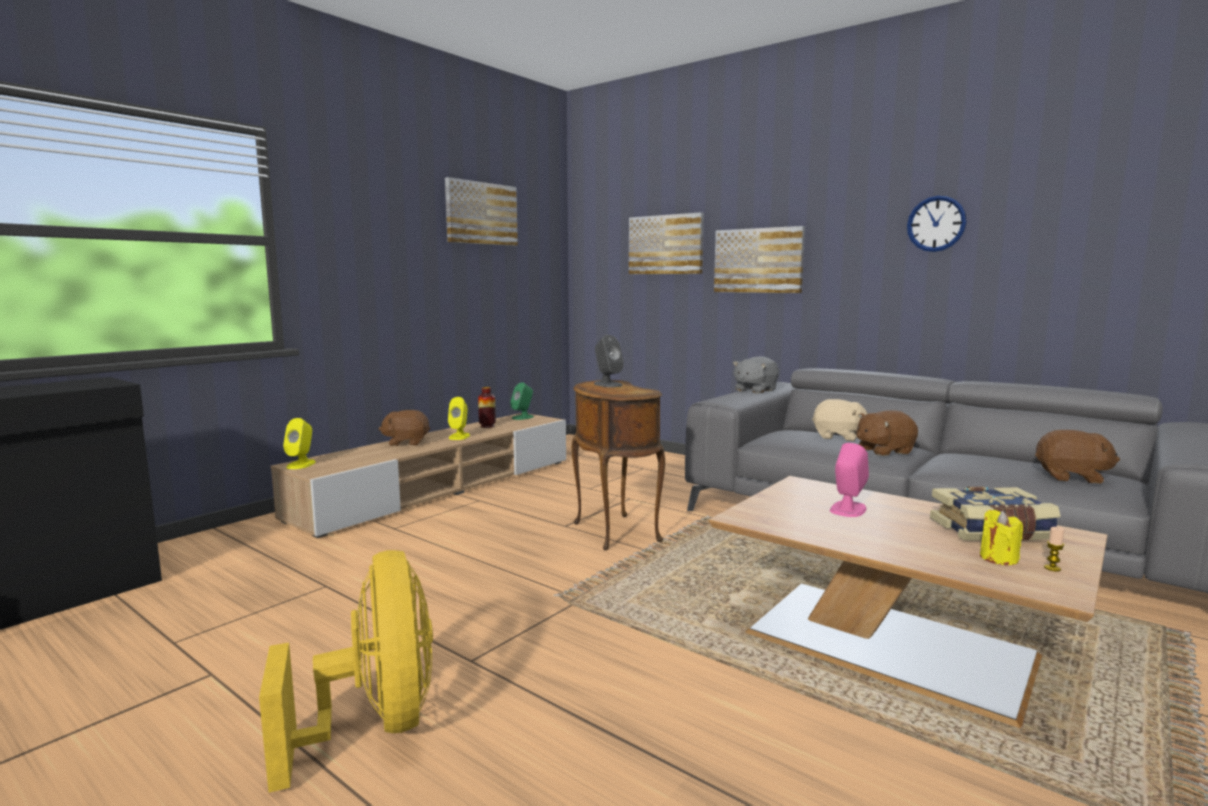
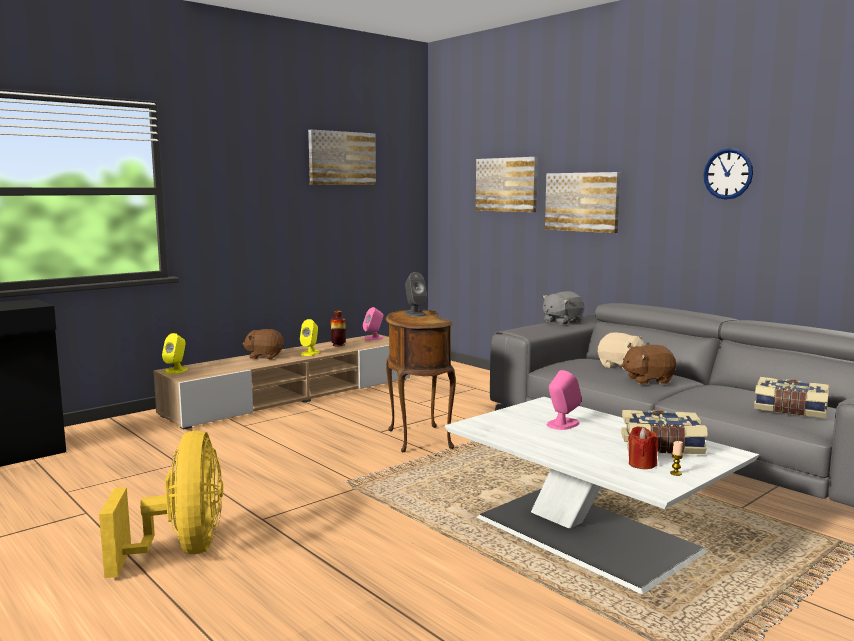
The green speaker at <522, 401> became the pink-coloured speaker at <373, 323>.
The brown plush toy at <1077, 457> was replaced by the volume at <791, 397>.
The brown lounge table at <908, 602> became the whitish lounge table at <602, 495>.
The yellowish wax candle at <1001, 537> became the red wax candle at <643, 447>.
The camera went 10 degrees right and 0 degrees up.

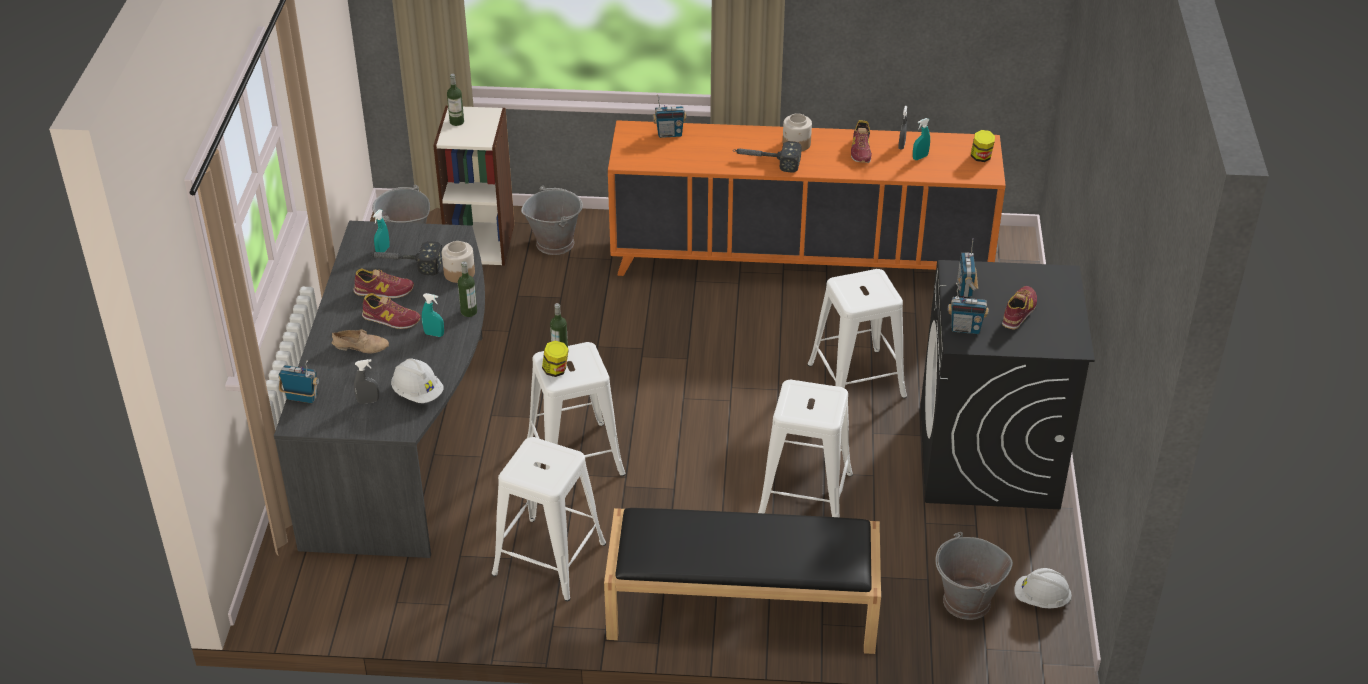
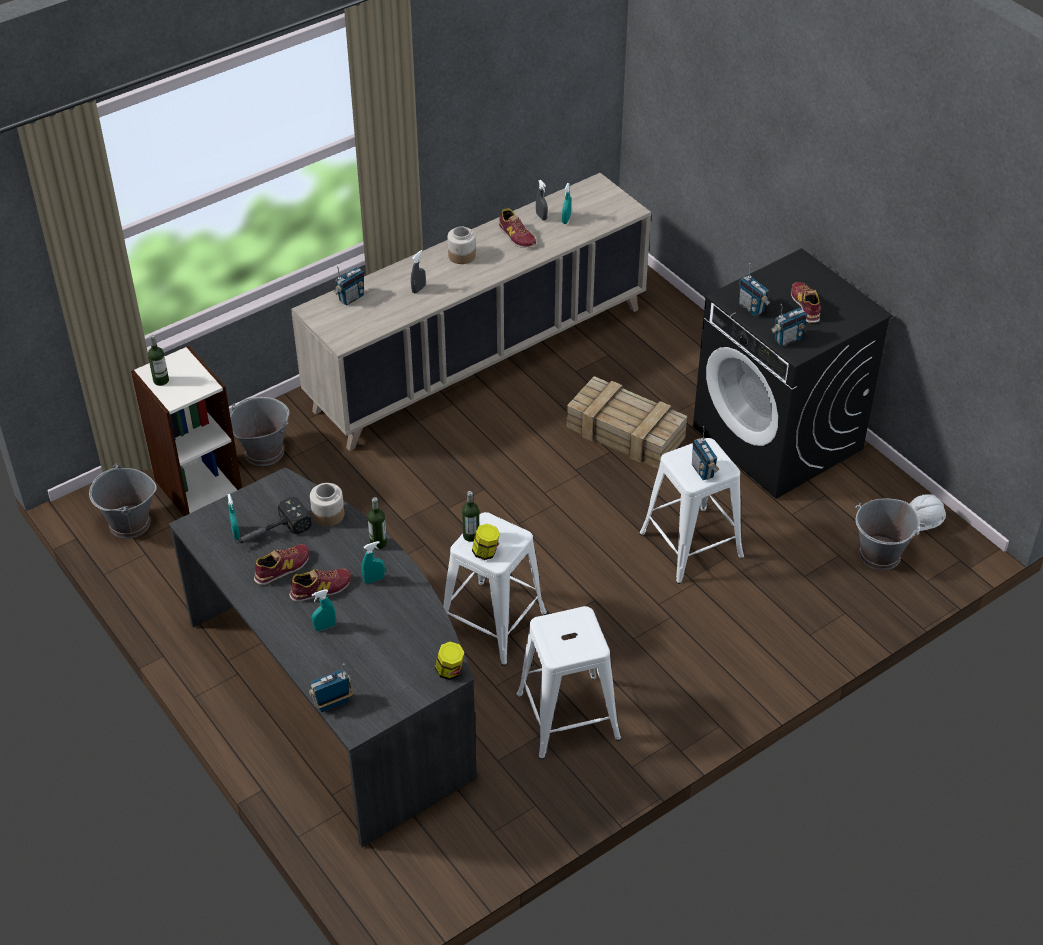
The orangey cabinet at <807, 198> became the beige-coloured cabinet at <471, 312>.
The storage jar moved from <983, 146> to <450, 661>.
The tool hammer at <767, 157> disappeared.
The whitish stool seat at <857, 333> was replaced by the packing crate at <626, 422>.
The beige-coloured shoe at <360, 341> was replaced by the turquoise-coloured sprayer at <324, 610>.
The whitish work helmet at <417, 380> disappeared.
The gray sprayer moved from <366, 381> to <418, 272>.
The blackish long seat at <742, 581> disappeared.
The radio receiver at <706, 453> appeared.
The camera went 40 degrees left and 5 degrees up.

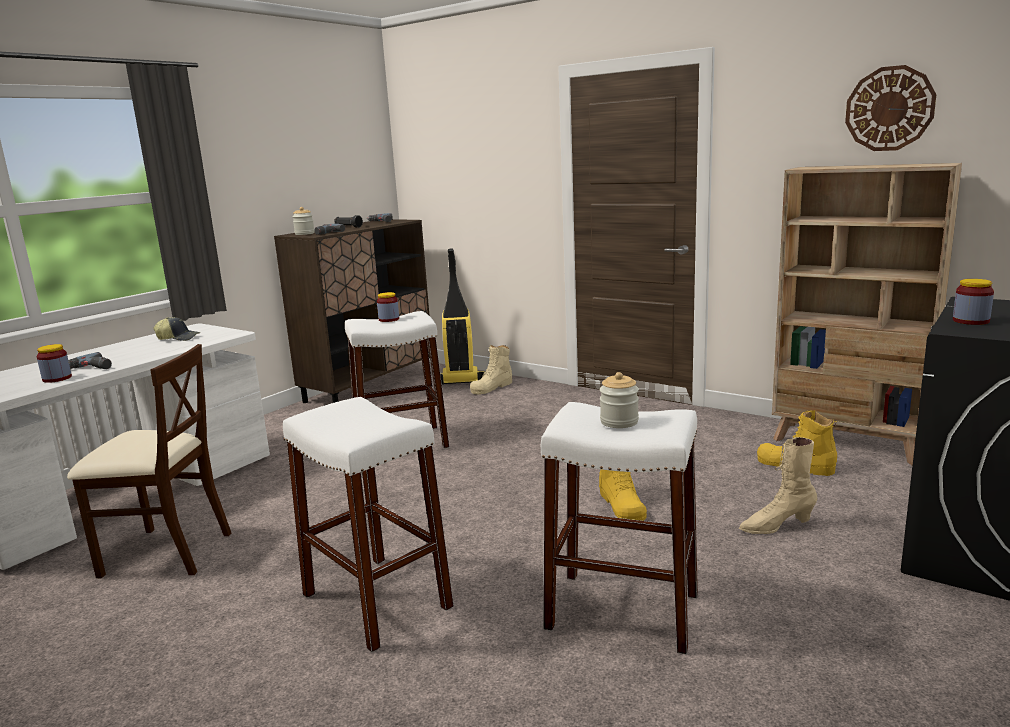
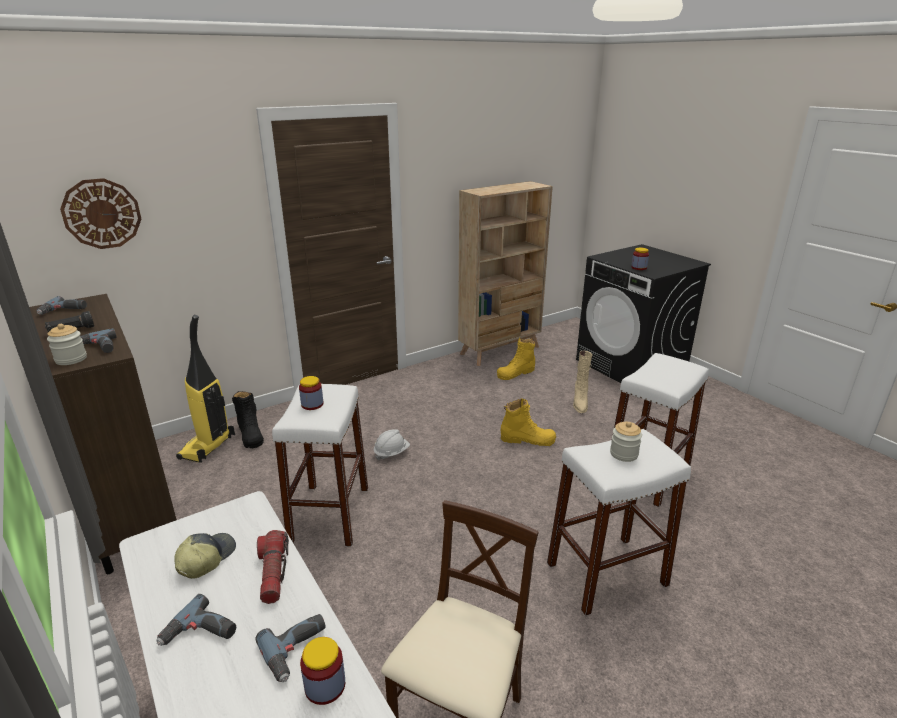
The wall clock moved from <890, 108> to <100, 213>.
The beige-coloured boot at <491, 370> became the blackish boot at <248, 419>.
The storage jar moved from <619, 400> to <626, 442>.
The whitish work helmet at <392, 444> appeared.
The flashlight at <273, 567> appeared.
The drill at <196, 620> appeared.
The camera went 70 degrees left and 10 degrees up.

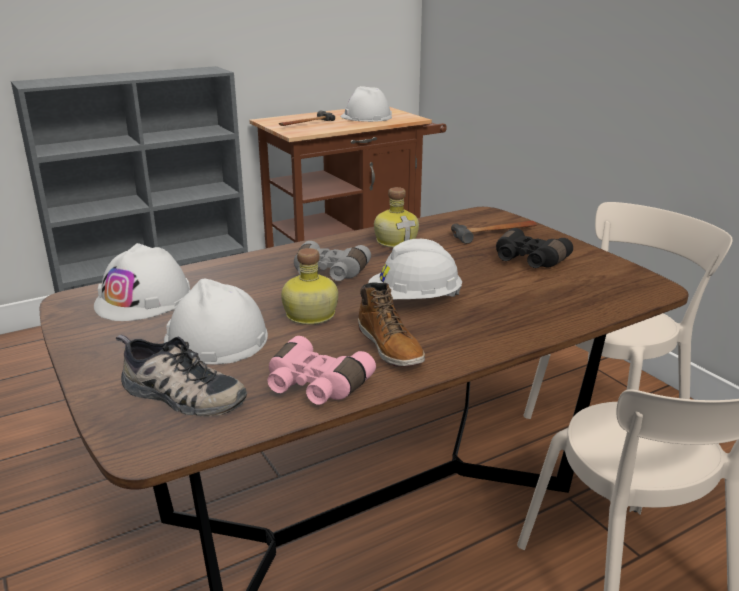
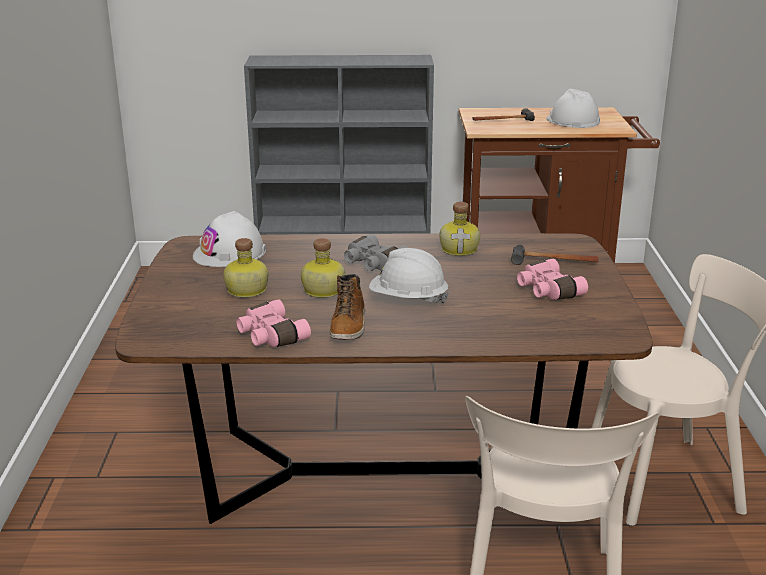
The blackish binoculars at <534, 248> became the pink-coloured binoculars at <552, 279>.
The whitish work helmet at <216, 321> was replaced by the beverage bottle at <245, 268>.
The shoe at <181, 375> disappeared.
The camera went 30 degrees right and 0 degrees up.

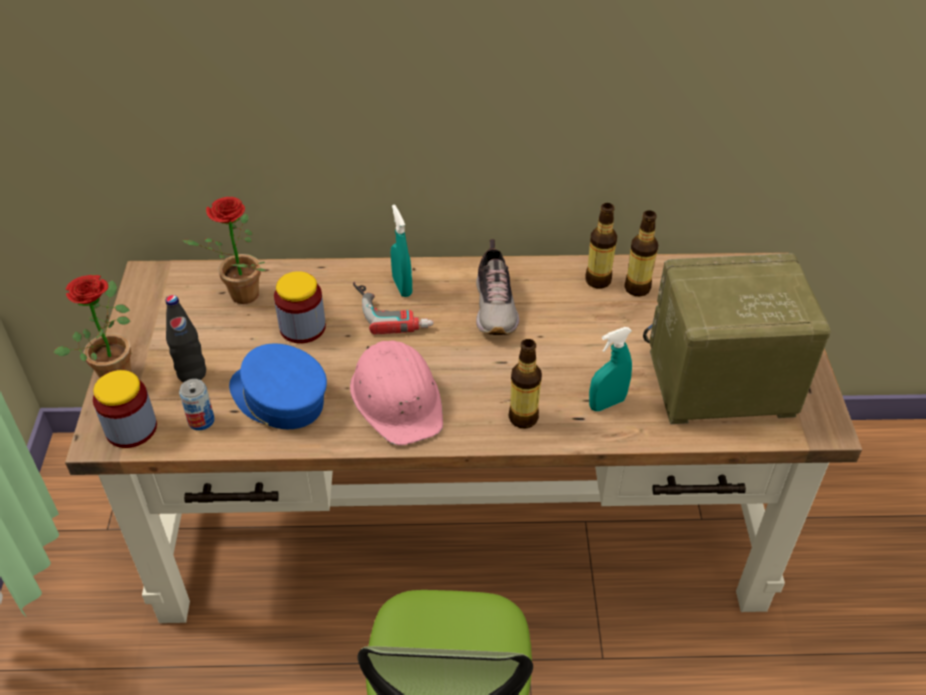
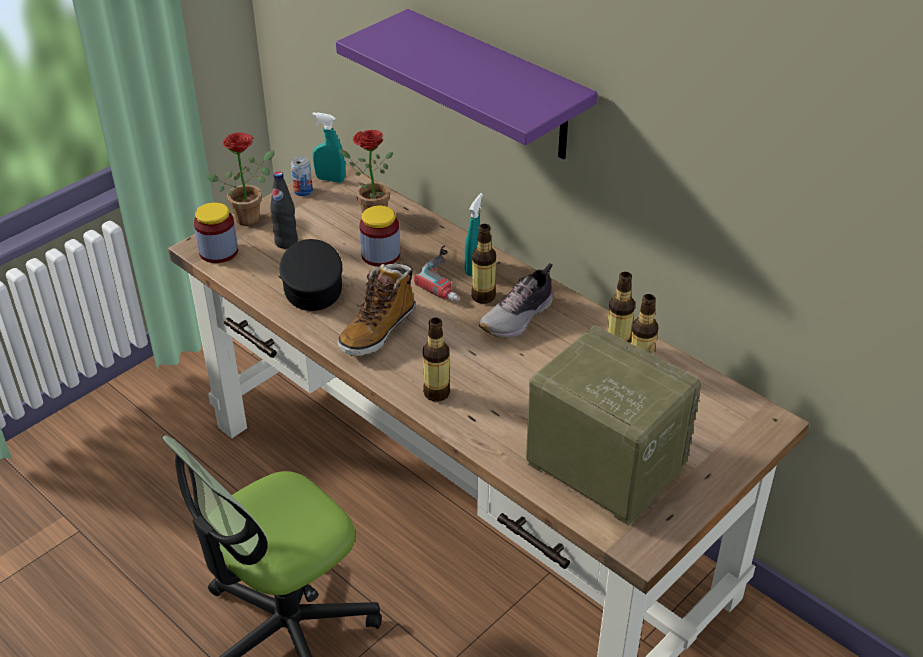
The turquoise-coloured sprayer moved from <610, 369> to <328, 147>.
The pink-coloured work helmet at <396, 393> was replaced by the boot at <376, 309>.
The blue cap at <278, 386> became the blackish cap at <311, 275>.
The sealed can moved from <196, 404> to <302, 176>.
The purple-coloured bracket shelf at <466, 84> appeared.
The beverage bottle at <483, 264> appeared.
The camera went 45 degrees right and 5 degrees down.

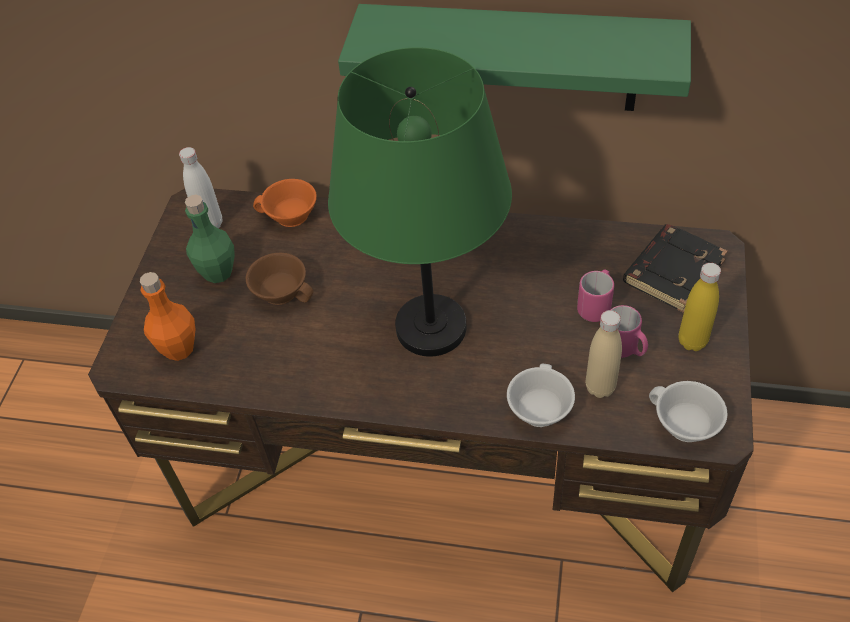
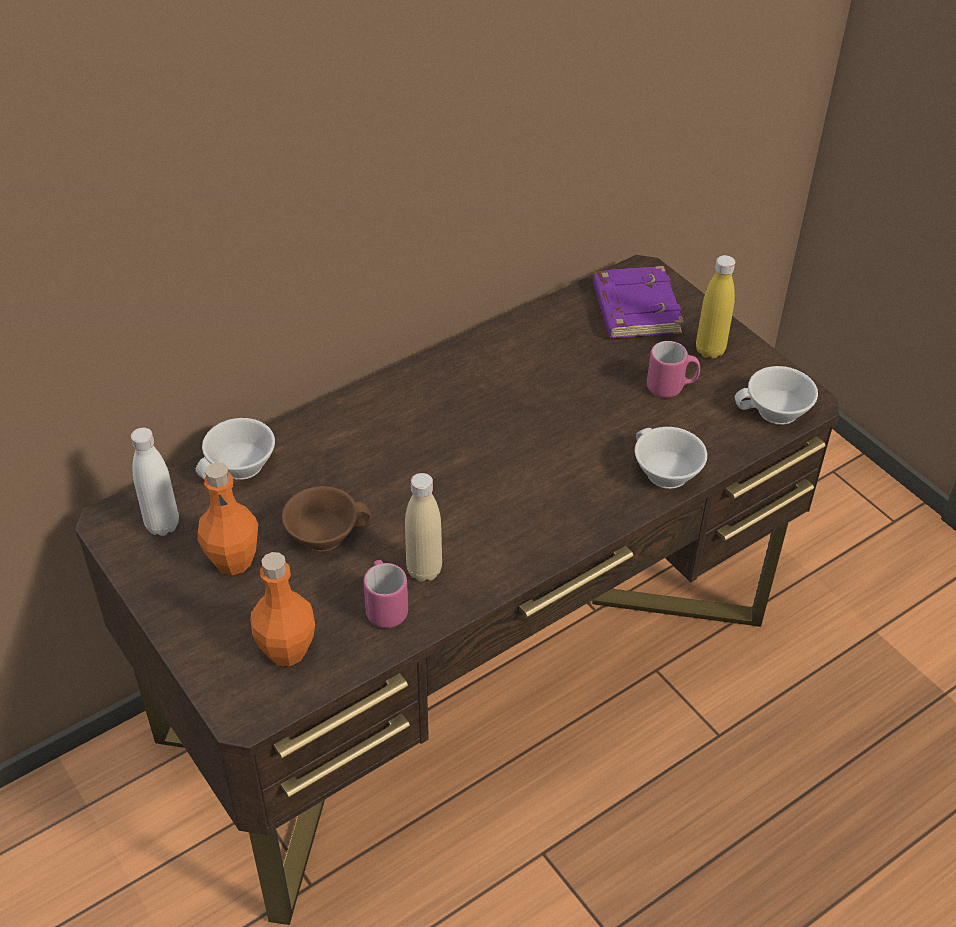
The green bracket shelf at <514, 57> disappeared.
The green table lamp at <420, 202> disappeared.
The orangey cup at <285, 203> became the whitish cup at <235, 449>.
The green beverage bottle at <210, 239> became the orangey beverage bottle at <227, 518>.
The blackish volume at <675, 268> became the purple-coloured volume at <638, 302>.
The pink-coloured mug moved from <595, 296> to <385, 594>.
The beige-coloured beverage bottle moved from <604, 354> to <423, 527>.
The camera went 50 degrees left and 5 degrees down.

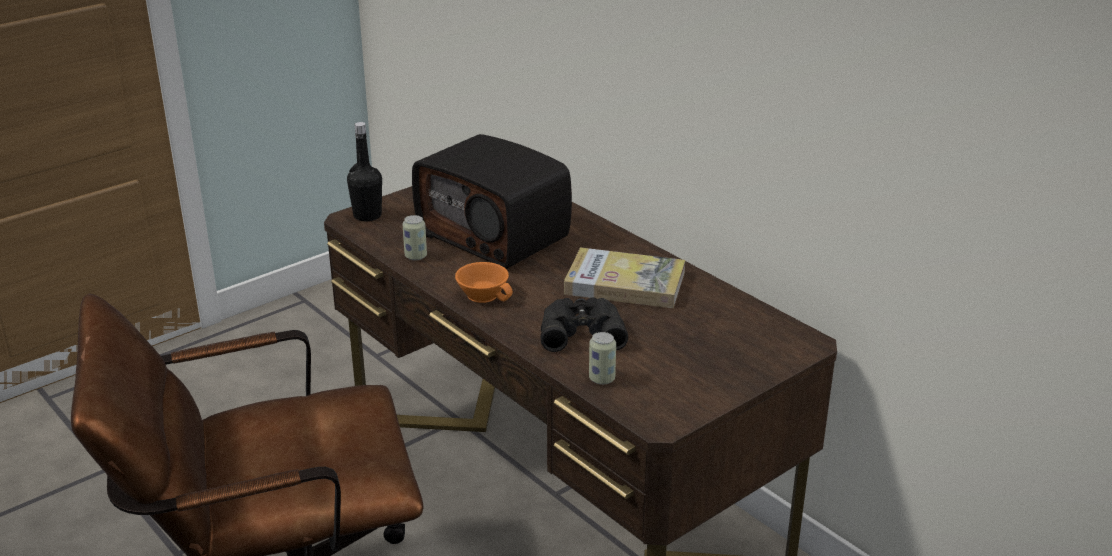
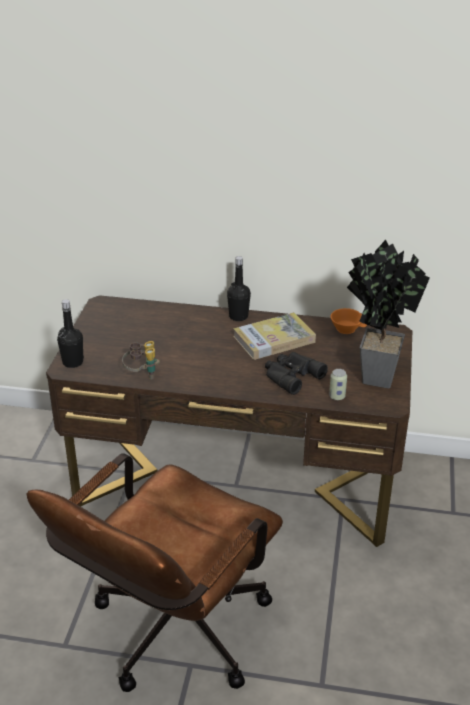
The radio receiver at <492, 201> disappeared.
The sealed can at <414, 237> was replaced by the binoculars at <141, 360>.
The orangey cup moved from <484, 282> to <348, 321>.
The plant in a pot at <388, 314> appeared.
The blackish beverage bottle at <239, 288> appeared.
The camera went 40 degrees left and 5 degrees up.

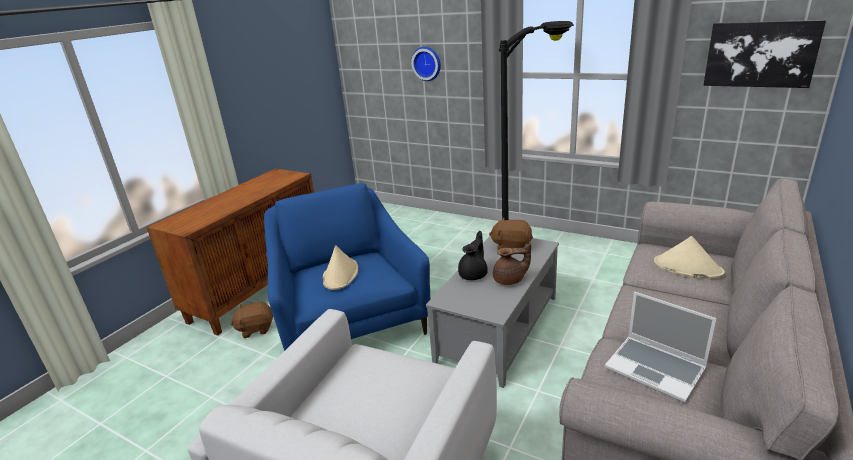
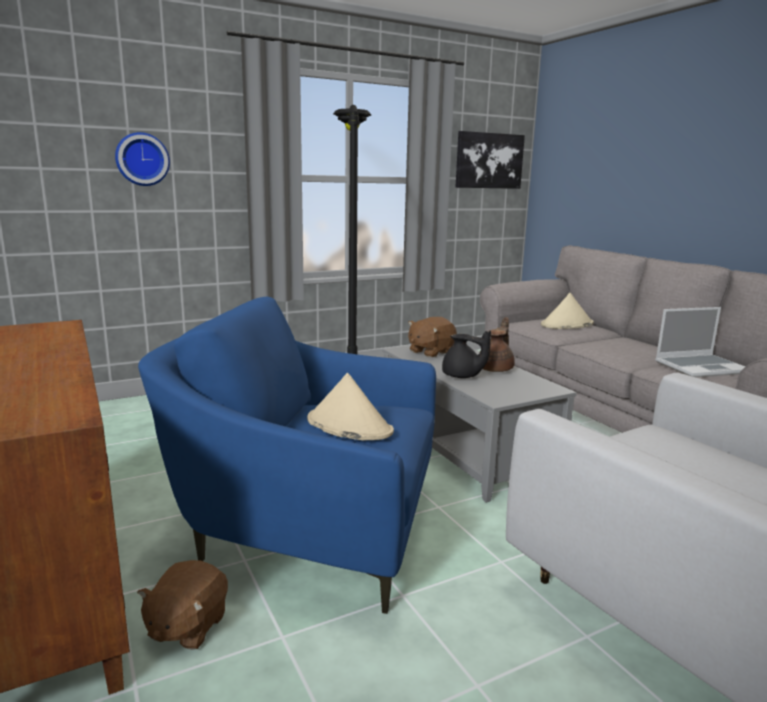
The blackish tea pot at <473, 255> turned 150 degrees clockwise.
The camera went 60 degrees left and 10 degrees down.

